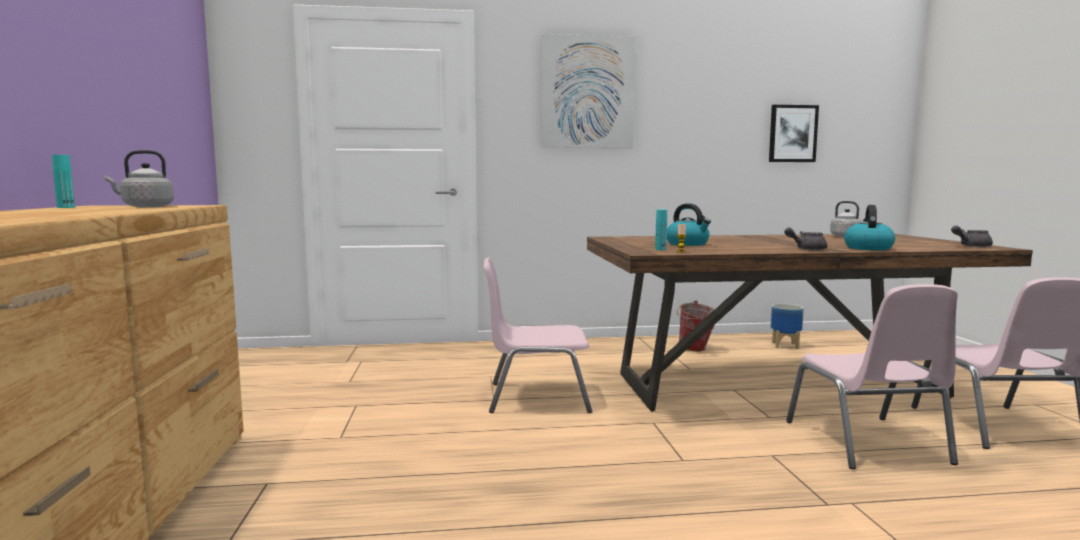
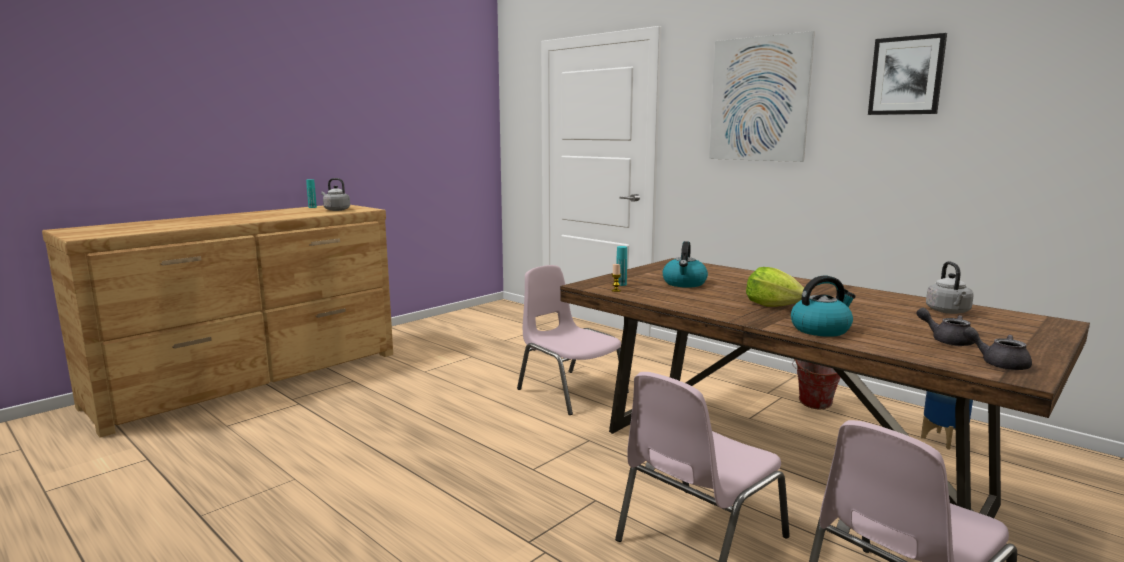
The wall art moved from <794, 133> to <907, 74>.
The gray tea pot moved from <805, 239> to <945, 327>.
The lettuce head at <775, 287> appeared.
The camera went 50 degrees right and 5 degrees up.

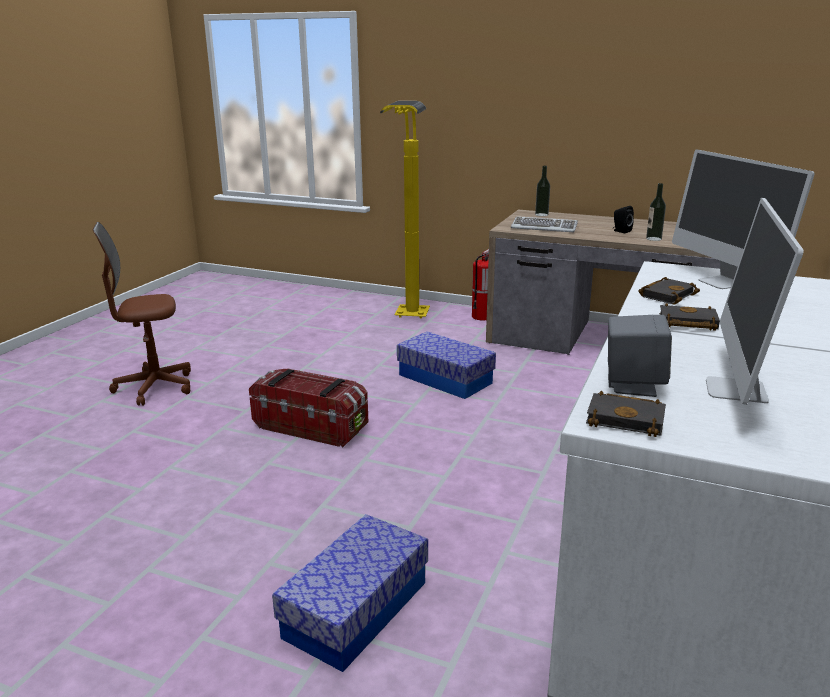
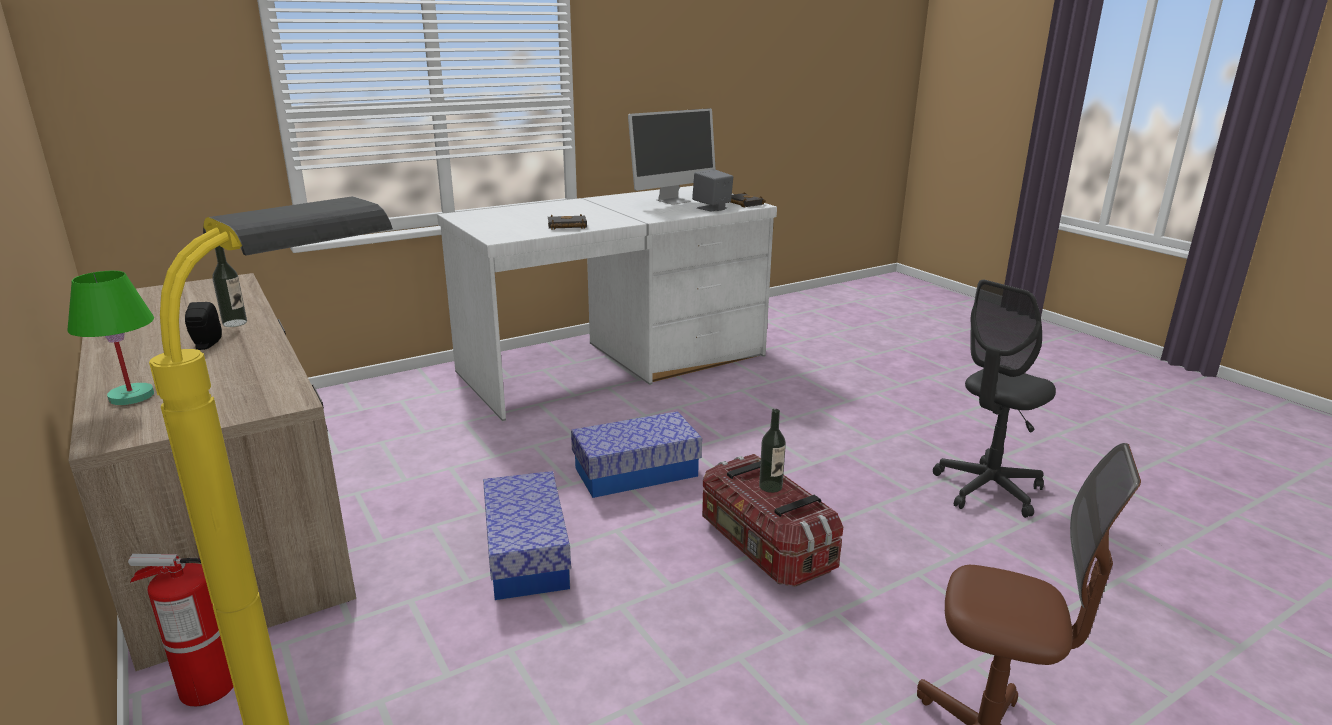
The computer screen at <743, 219> disappeared.
The beverage bottle moved from <542, 191> to <772, 451>.
The computer keyboard at <544, 224> disappeared.
The blackish volume at <689, 317> disappeared.
The storage container moved from <350, 593> to <636, 454>.
The green table lamp at <110, 338> appeared.
The gray office chair at <994, 399> appeared.
The camera went 145 degrees left and 0 degrees up.

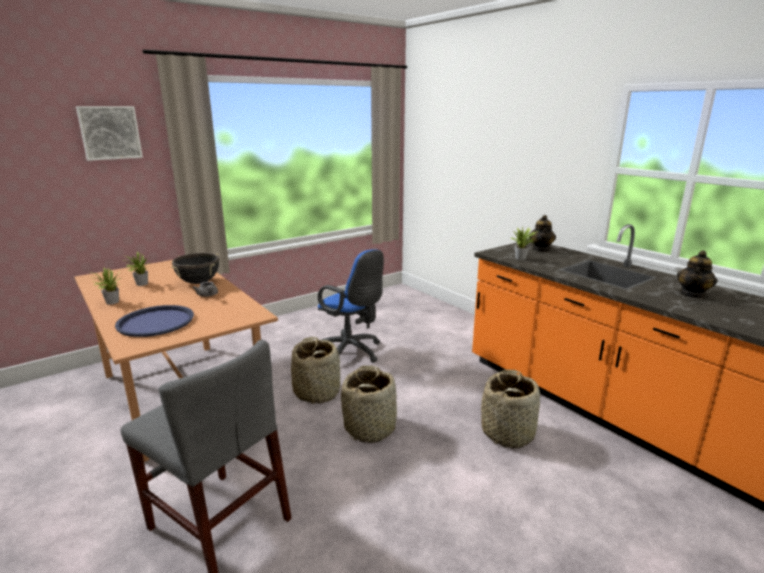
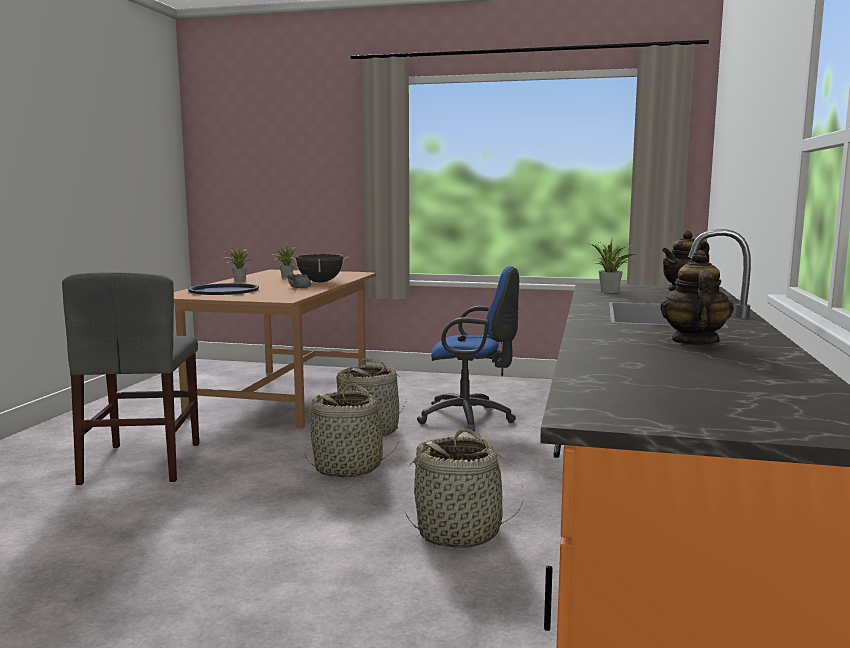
The wall art at <109, 133> disappeared.
The blue office chair at <351, 306> turned 75 degrees counterclockwise.
The tea pot at <697, 274> turned 105 degrees clockwise.
The camera went 50 degrees right and 10 degrees down.

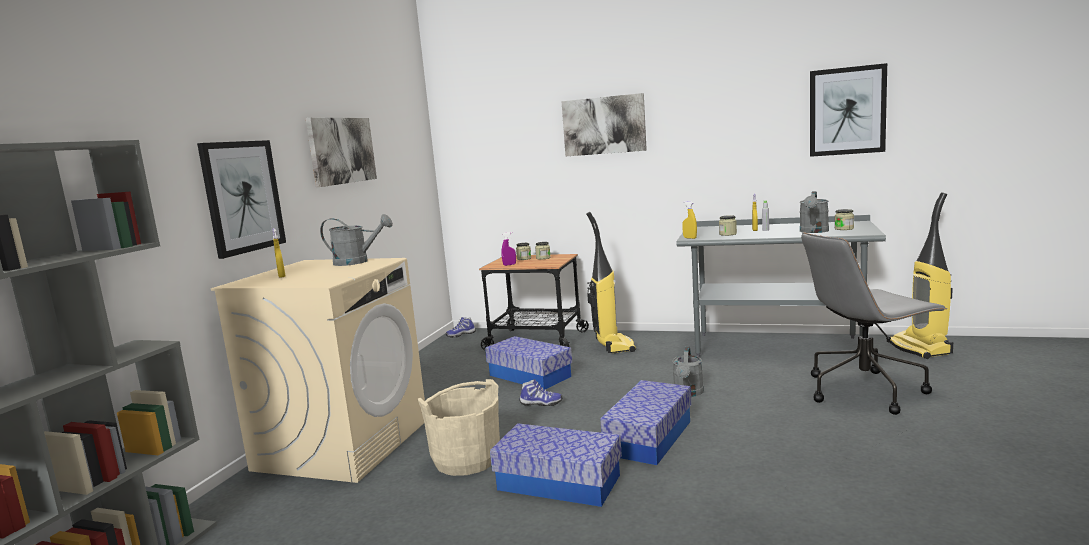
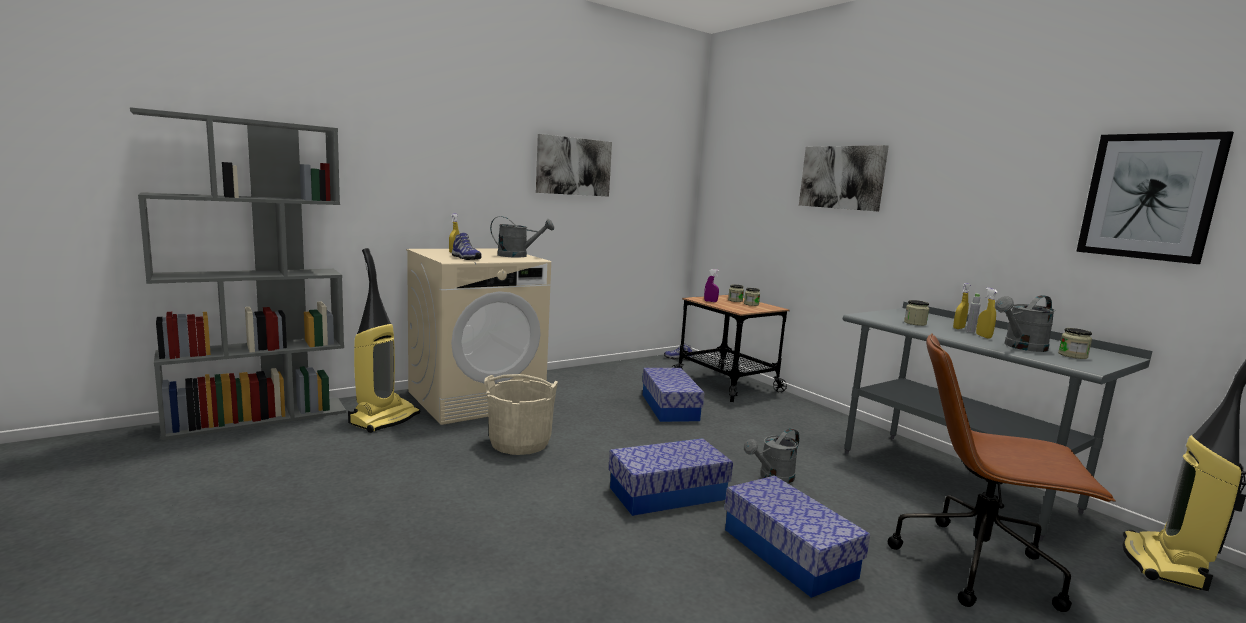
The wall art at <241, 199> disappeared.
The yellowish sprayer moved from <689, 220> to <987, 313>.
The vacuum cleaner moved from <611, 282> to <384, 340>.
The gray watering pot at <356, 240> turned 45 degrees counterclockwise.
The gray office chair at <874, 324> became the brown office chair at <1002, 472>.
The shoe moved from <541, 392> to <467, 246>.
The storage container moved from <556, 465> to <797, 537>.
The camera went 35 degrees right and 0 degrees up.

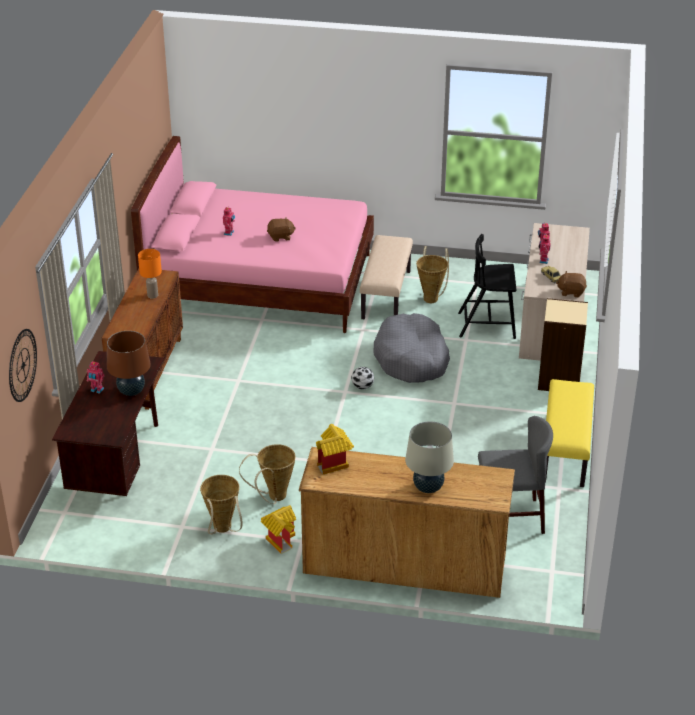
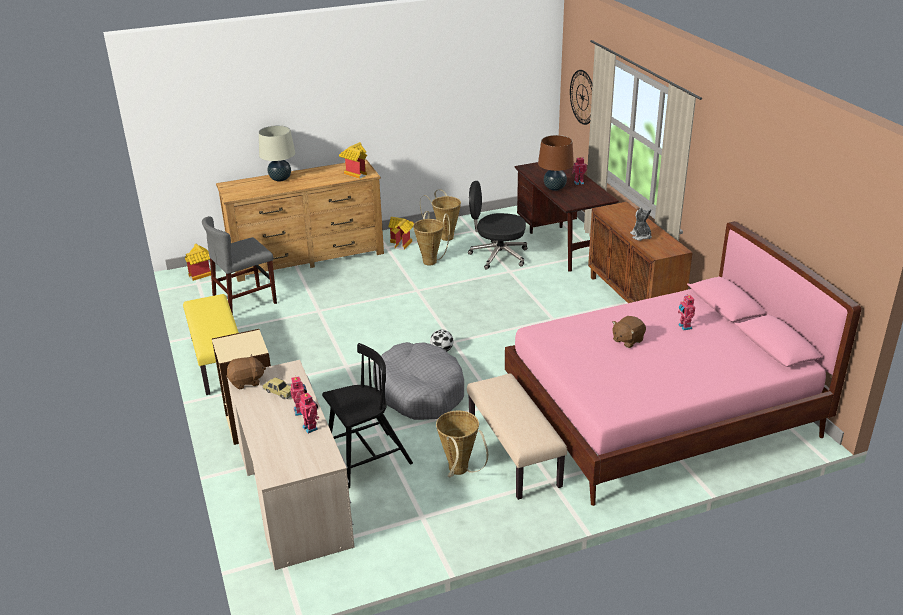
The orangey table lamp at <150, 274> was replaced by the plush toy at <641, 224>.
The blackish office chair at <497, 225> appeared.
The model house at <198, 262> appeared.
The camera went 150 degrees right and 5 degrees down.

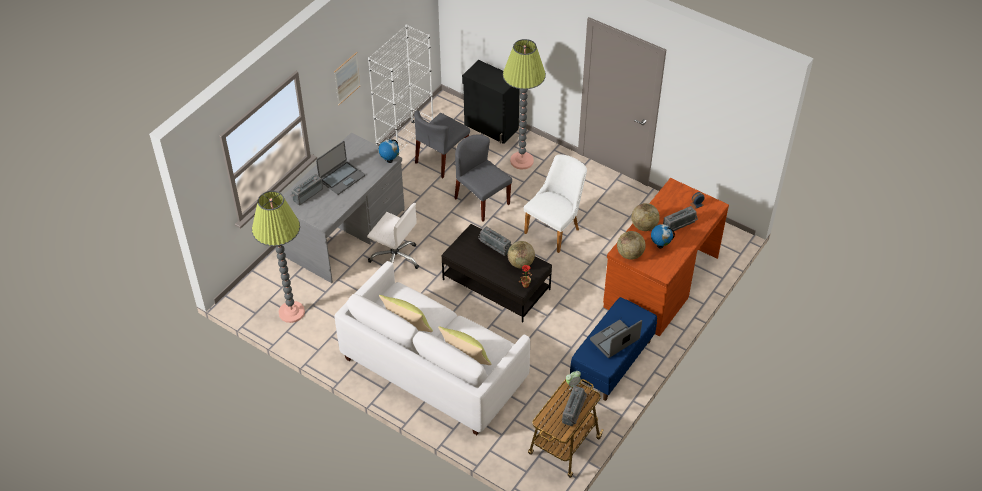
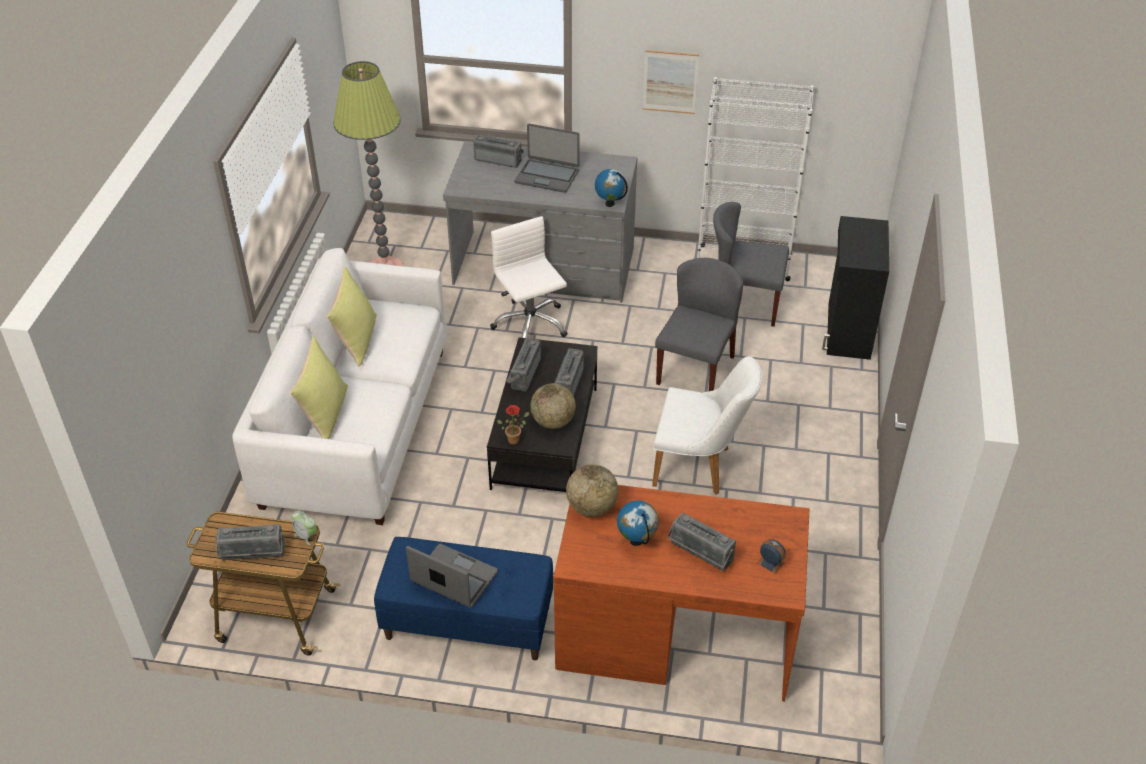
The floor lamp at <524, 104> disappeared.
The whitish office chair at <393, 236> turned 150 degrees clockwise.
The world globe at <645, 217> disappeared.
The radio receiver at <524, 365> appeared.
The camera went 65 degrees right and 5 degrees down.

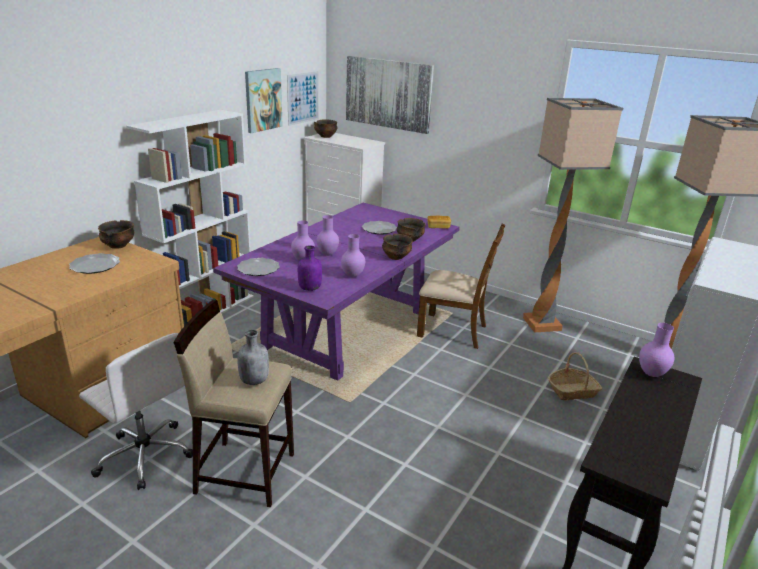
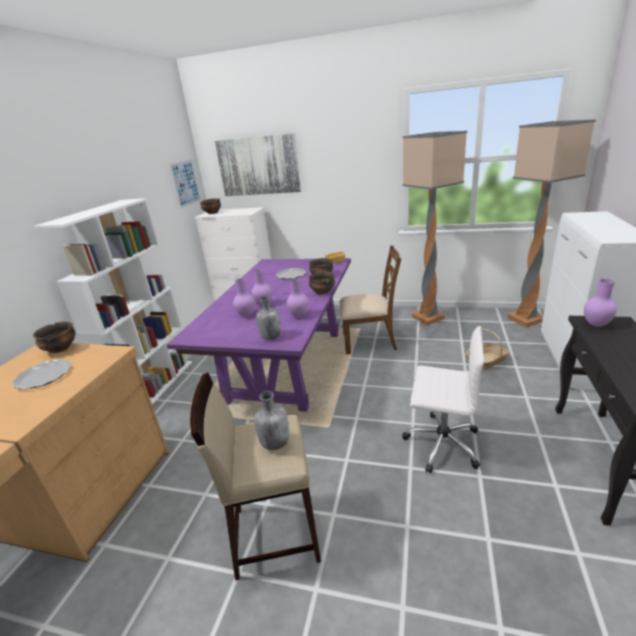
The wall art at <264, 100> disappeared.
The purple-coloured beverage bottle at <310, 268> became the gray beverage bottle at <268, 318>.
The plate at <258, 267> disappeared.
The whitish office chair moved from <136, 411> to <443, 400>.
The camera went 15 degrees left and 0 degrees up.

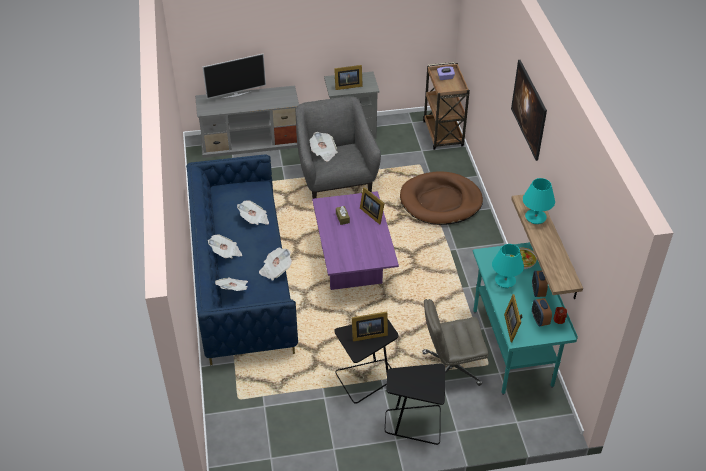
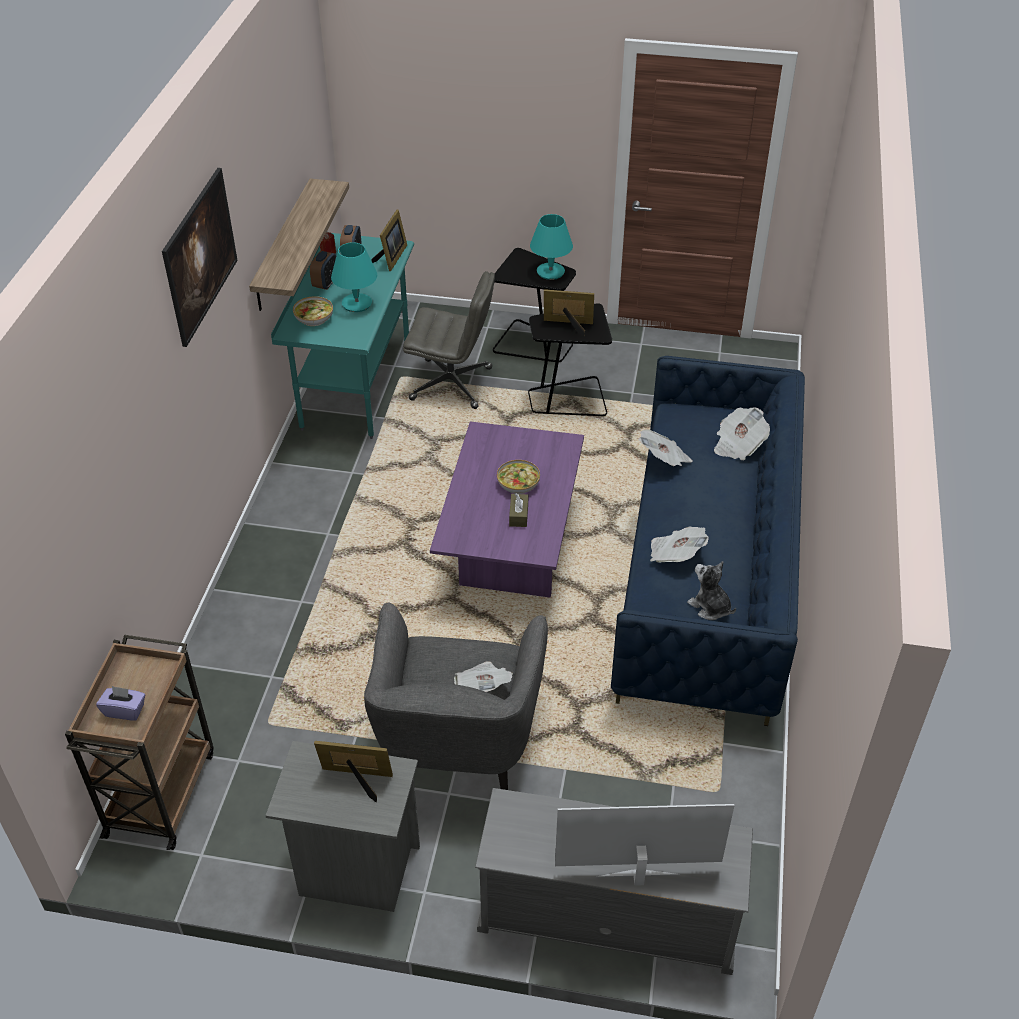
The brown dog cushion at <441, 198> disappeared.
The turquoise-coloured table lamp moved from <539, 201> to <551, 247>.
The standing frame at <372, 205> disappeared.
The printed paper at <225, 246> disappeared.
The bowl at <518, 477> appeared.
The plush toy at <711, 590> appeared.
The camera went 160 degrees left and 0 degrees up.

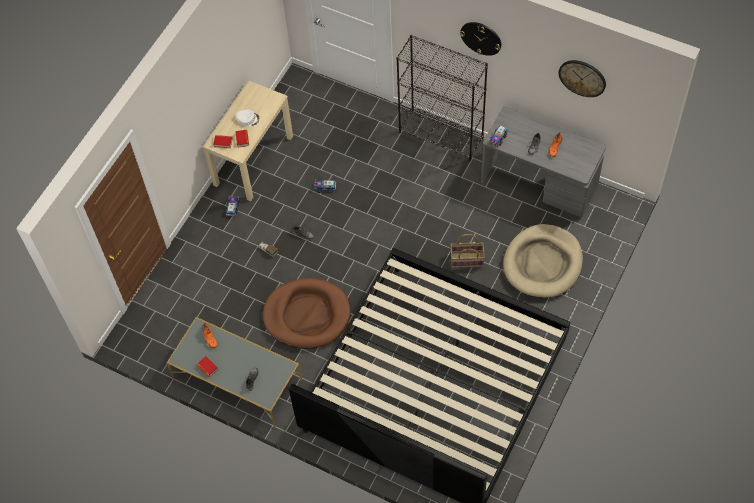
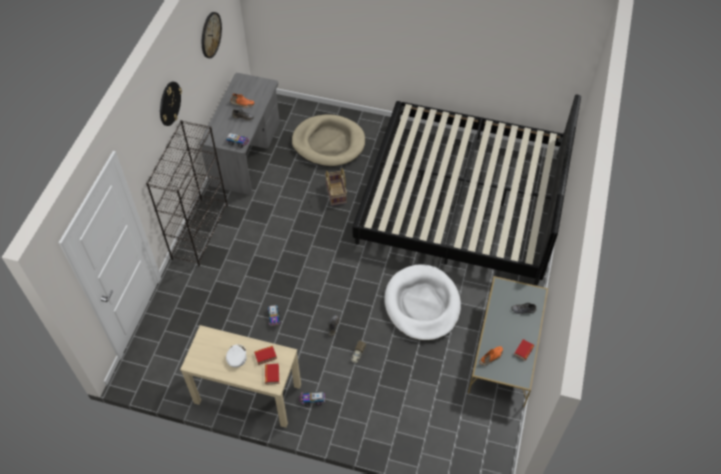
The brown dog cushion at <307, 313> became the whitish dog cushion at <423, 302>.
The camera went 105 degrees left and 5 degrees down.

